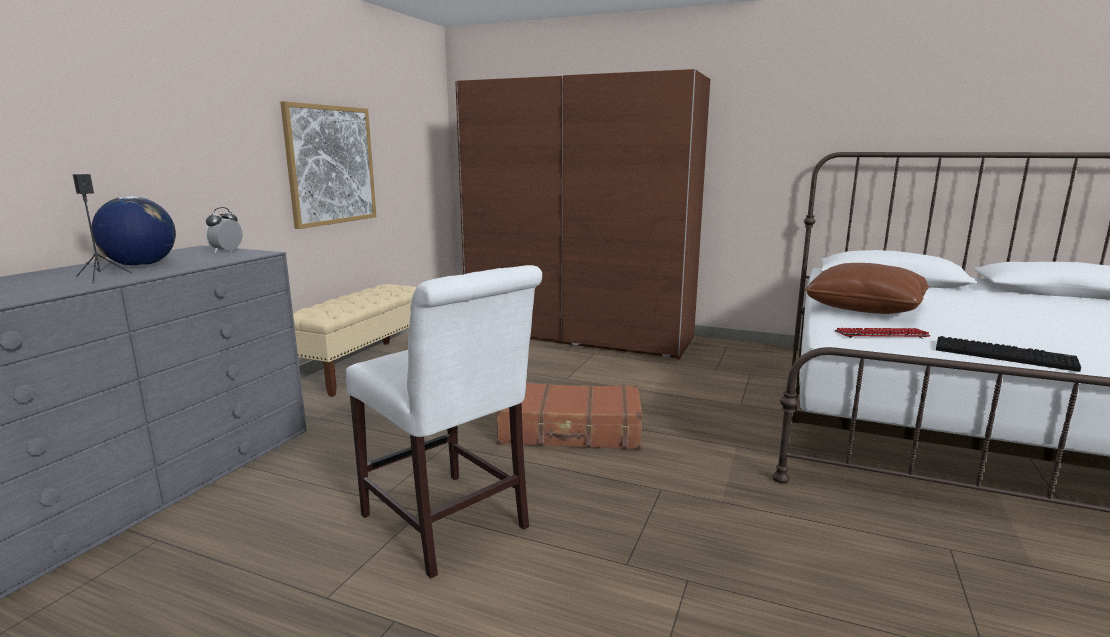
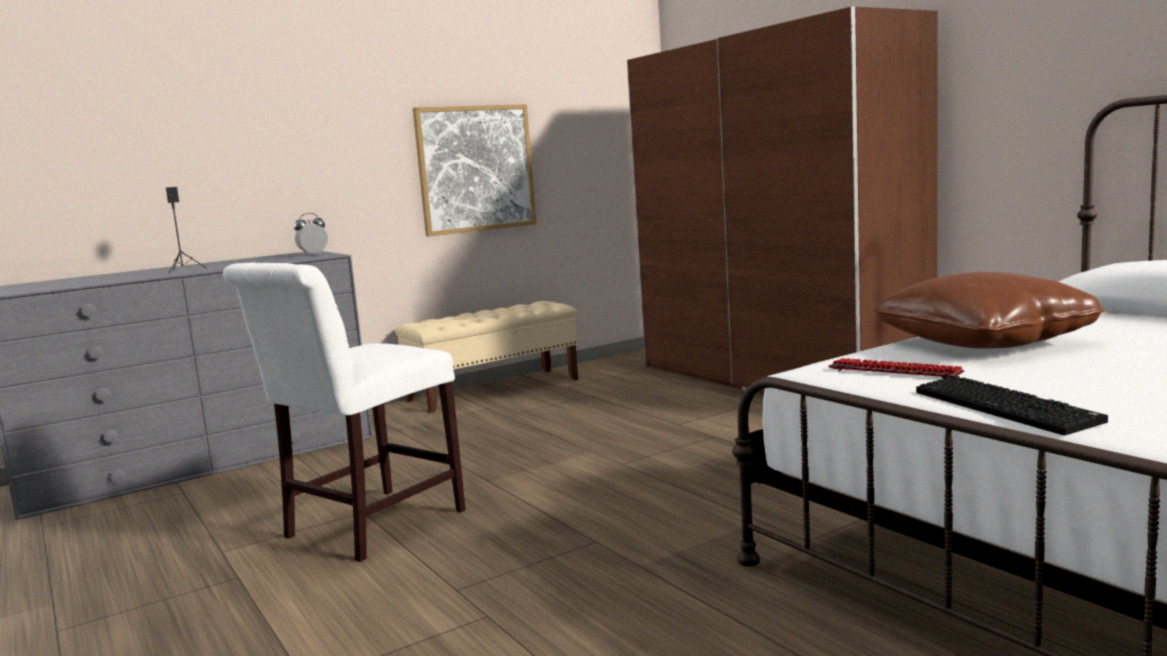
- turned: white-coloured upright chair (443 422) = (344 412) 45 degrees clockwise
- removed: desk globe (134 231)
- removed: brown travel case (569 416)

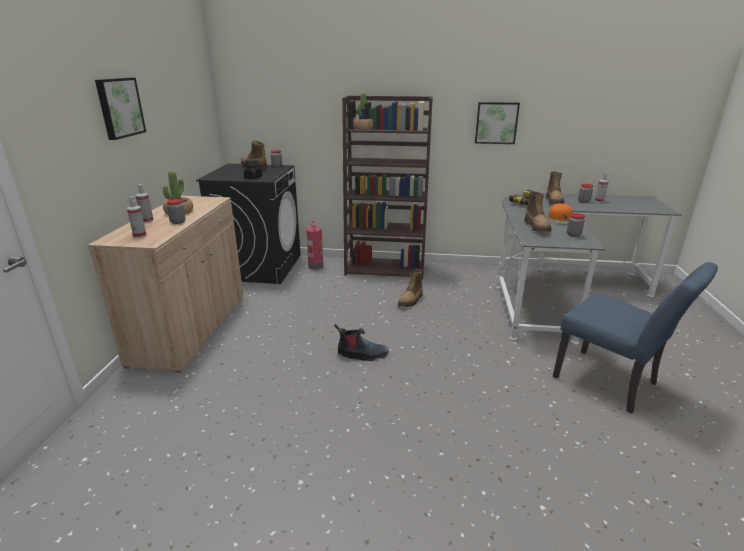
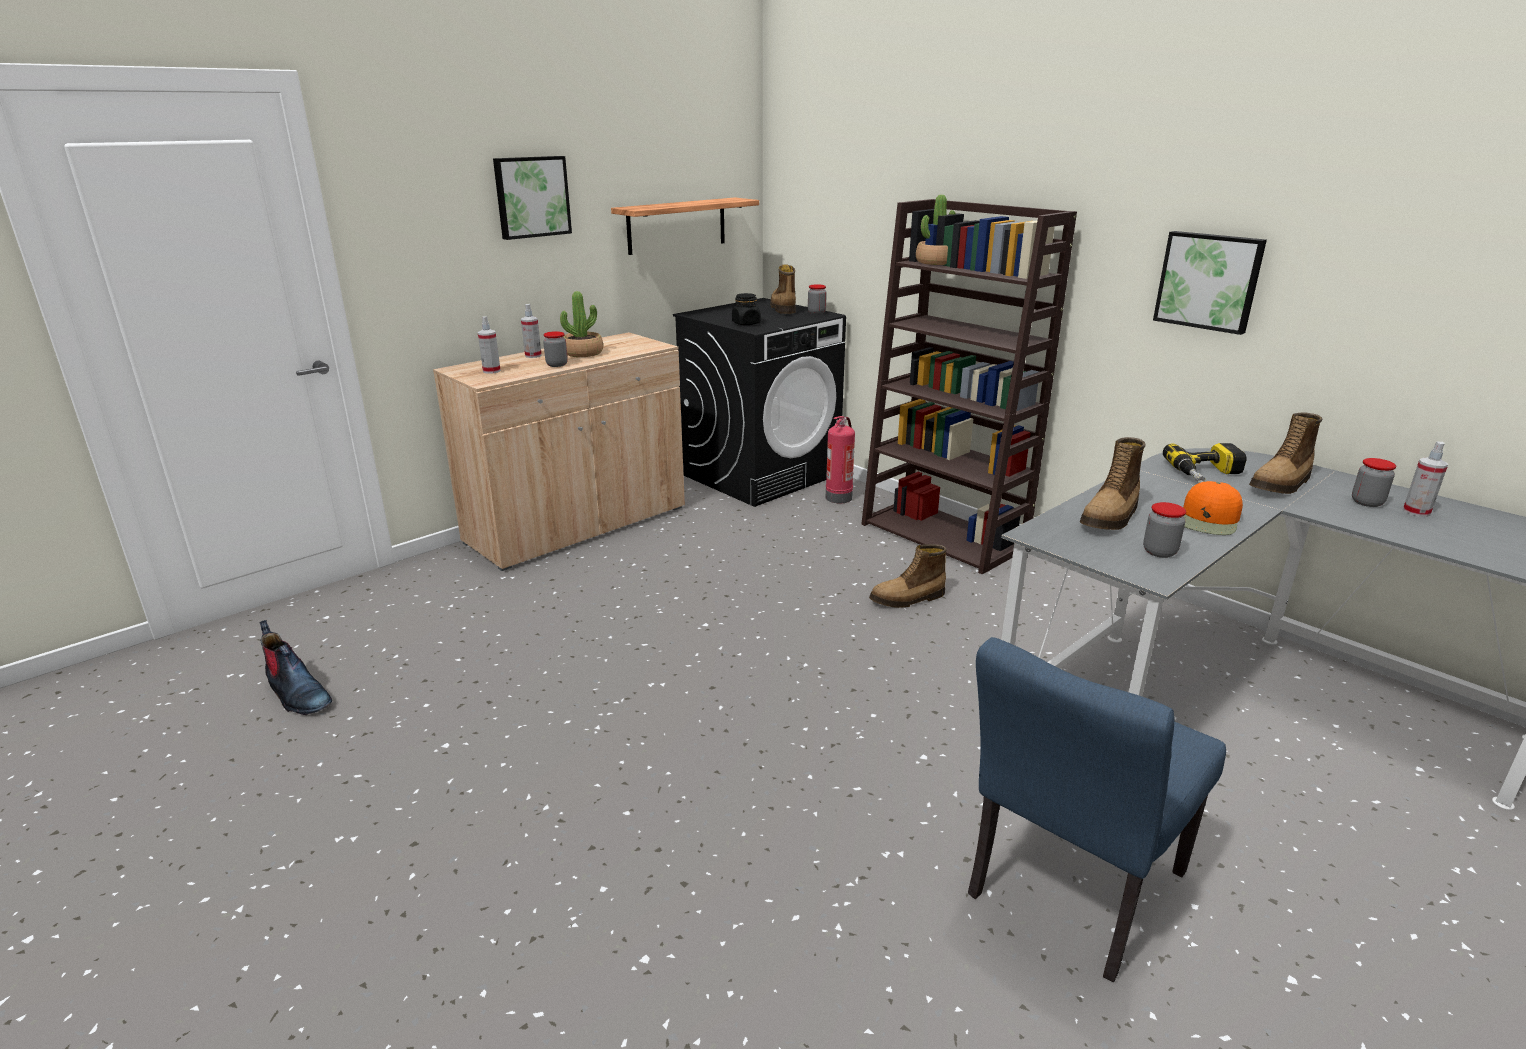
- moved: tall boot (361 342) to (296 667)
- added: wall shelf (685 226)
- turned: bluish upright chair (635 338) = (1097 809) 45 degrees clockwise

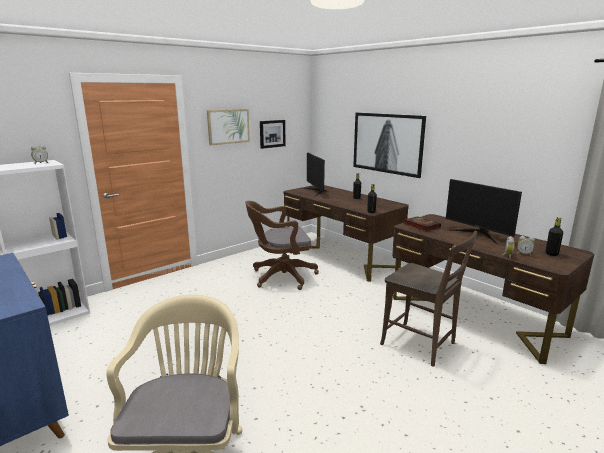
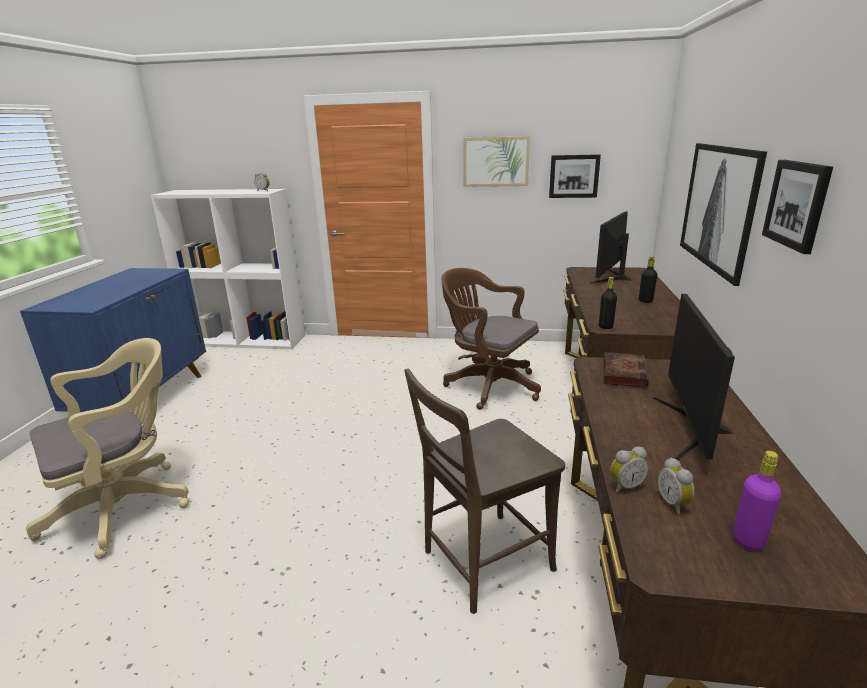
- turned: brown upright chair (428 299) = (484 491) 60 degrees clockwise
- recoloured: blackish drink bottle (554 236) to purple-coloured drink bottle (757 501)
- added: wall art (797 207)

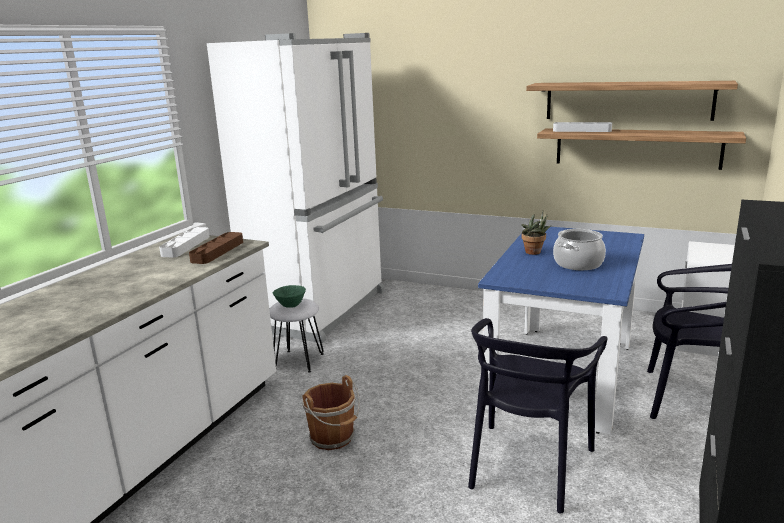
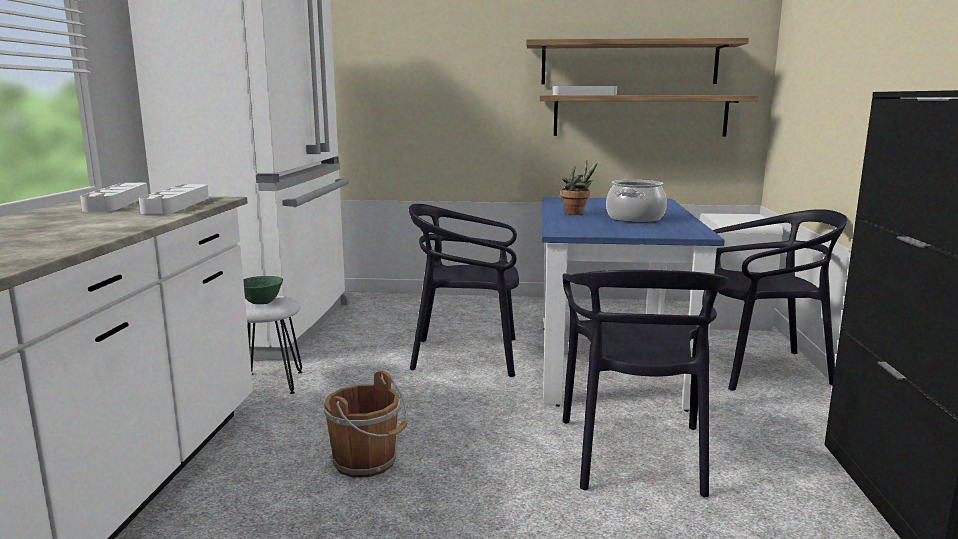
- recoloured: brown serving tray (216 248) to white-coloured serving tray (174 199)
- added: blackish upright chair (464 290)

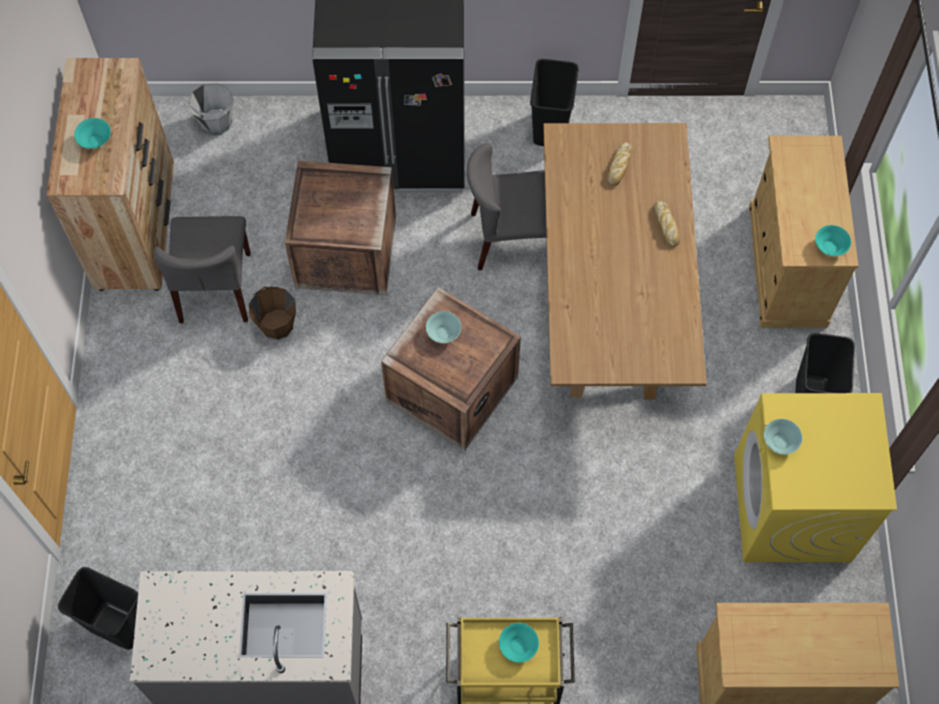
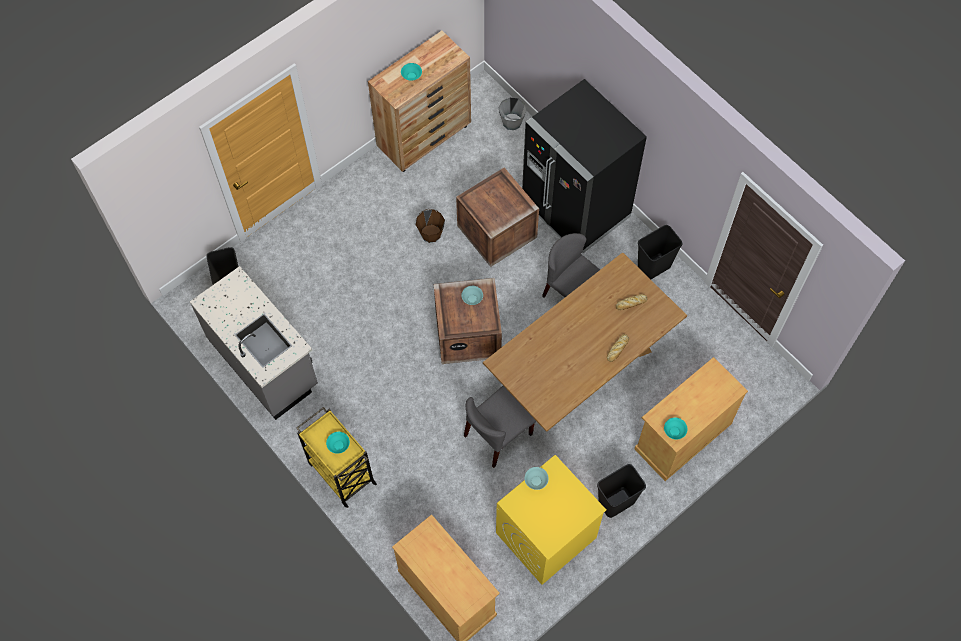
- moved: greyish upright chair (202 269) to (500 427)

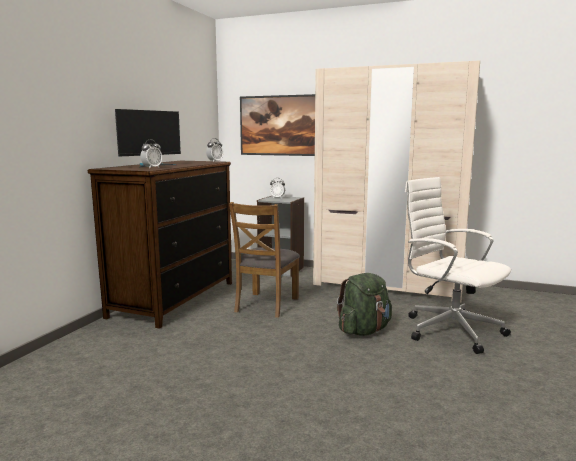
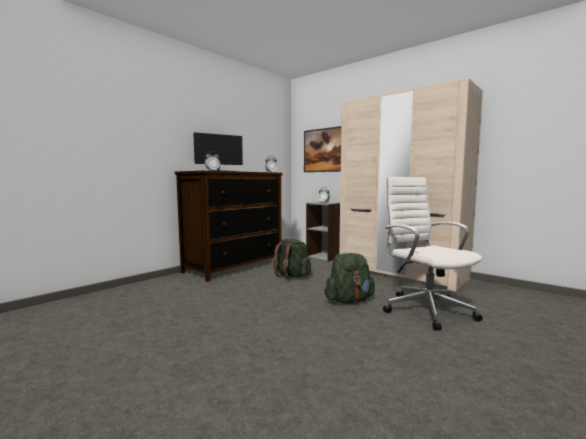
- replaced: brown upright chair (264 260) to green knapsack (292 258)

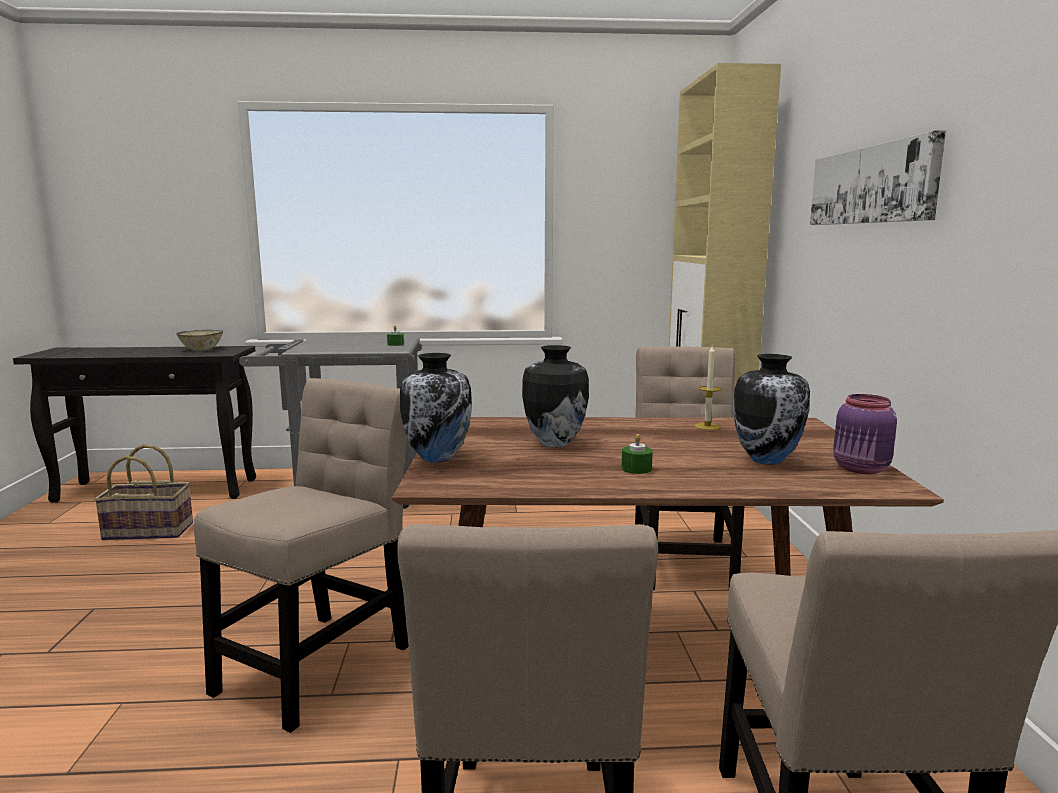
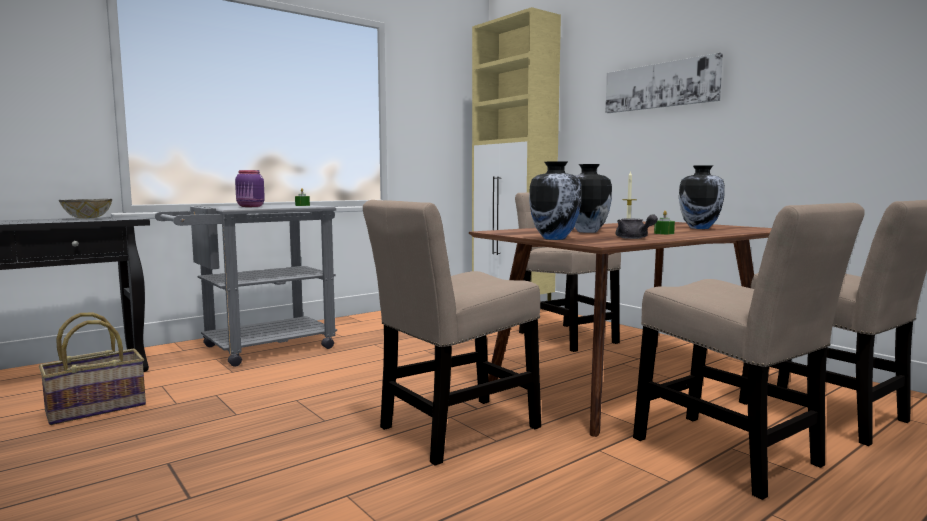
- moved: purple-coloured jar (865 434) to (250 188)
- turned: beige upright chair (301 555) = (452 333) 120 degrees counterclockwise
- added: greyish pot for tea (637 226)

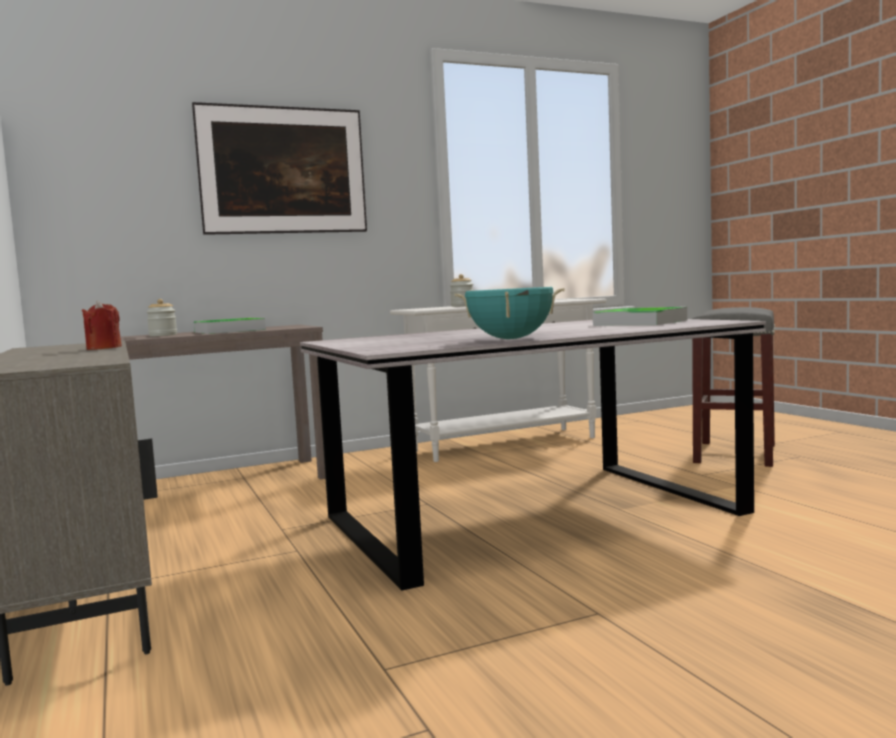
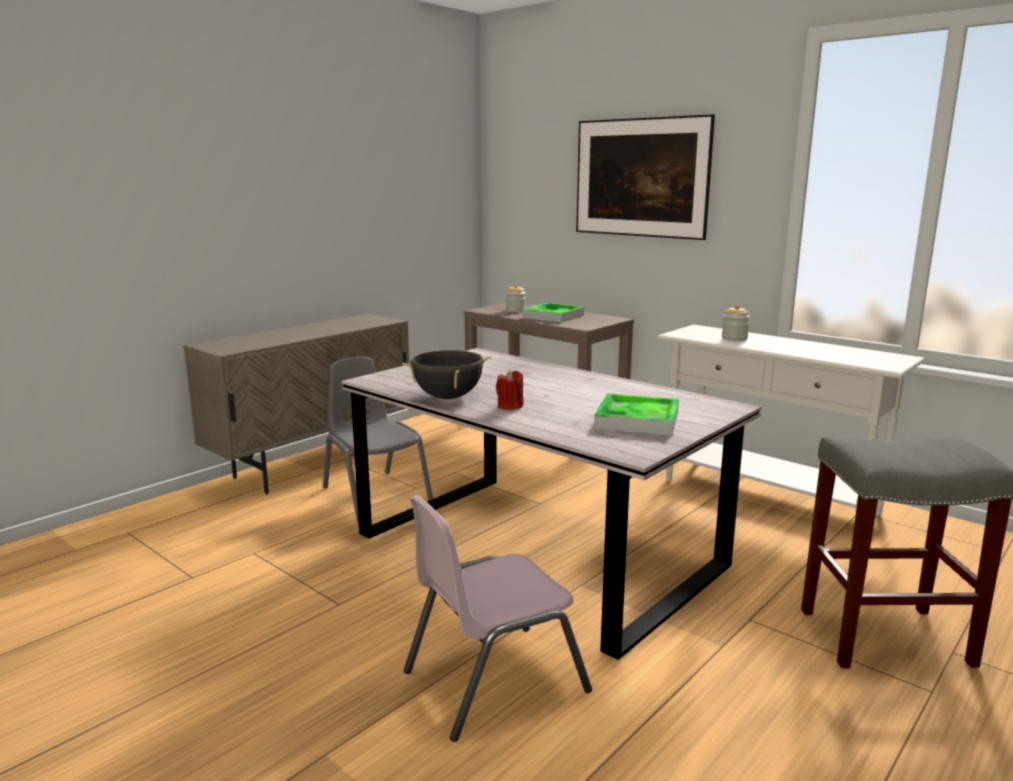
- added: greyish upright chair (378 439)
- recoloured: turquoise-coloured cooking pot (510 313) to blackish cooking pot (446 374)
- added: pink-coloured upright chair (498 618)
- moved: reddish wax candle (102 325) to (510 390)

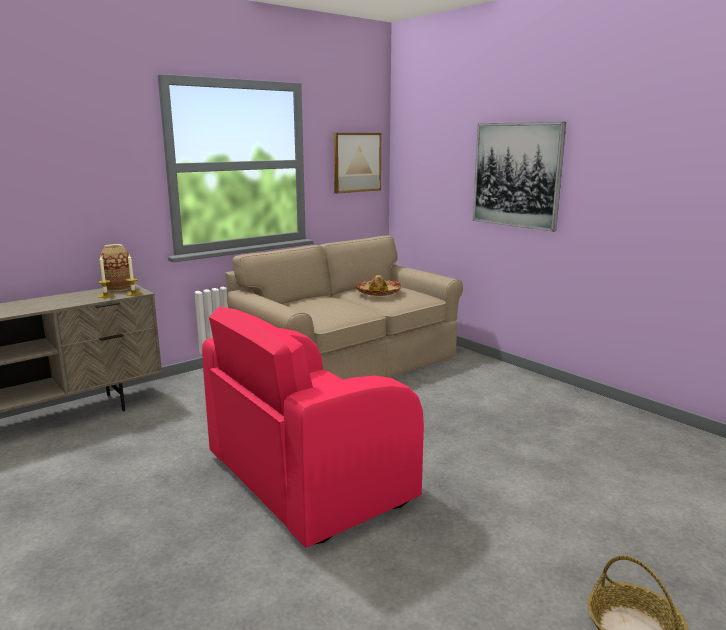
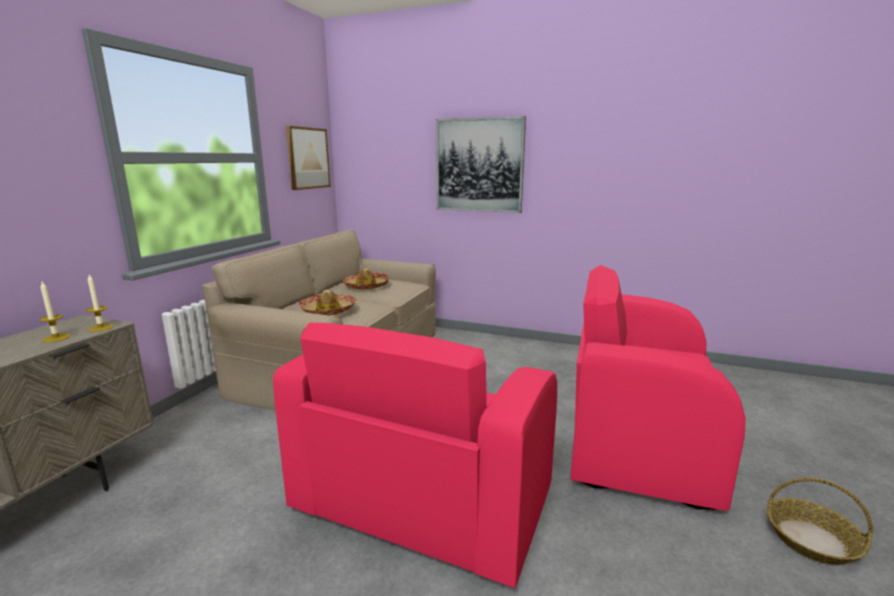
- added: hat (327 303)
- added: pink-coloured lounge chair (658 388)
- removed: vase (115 267)

